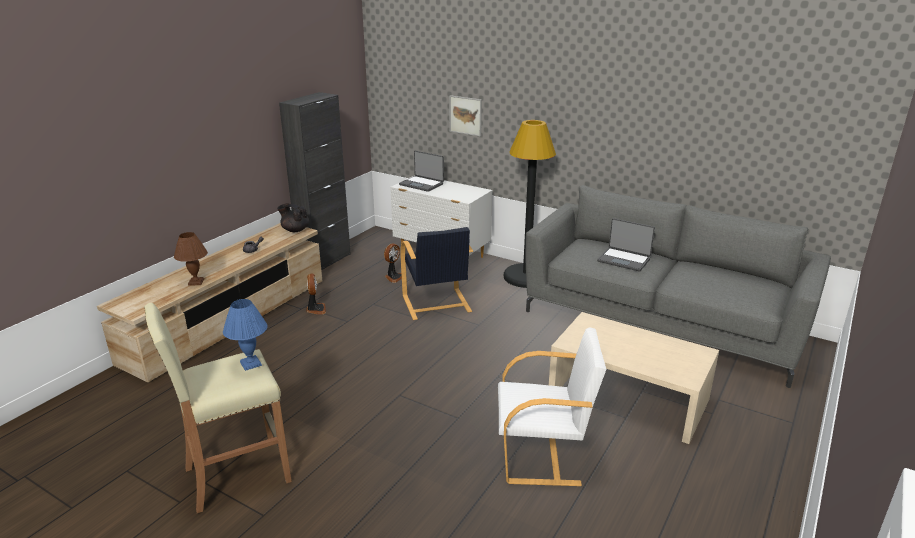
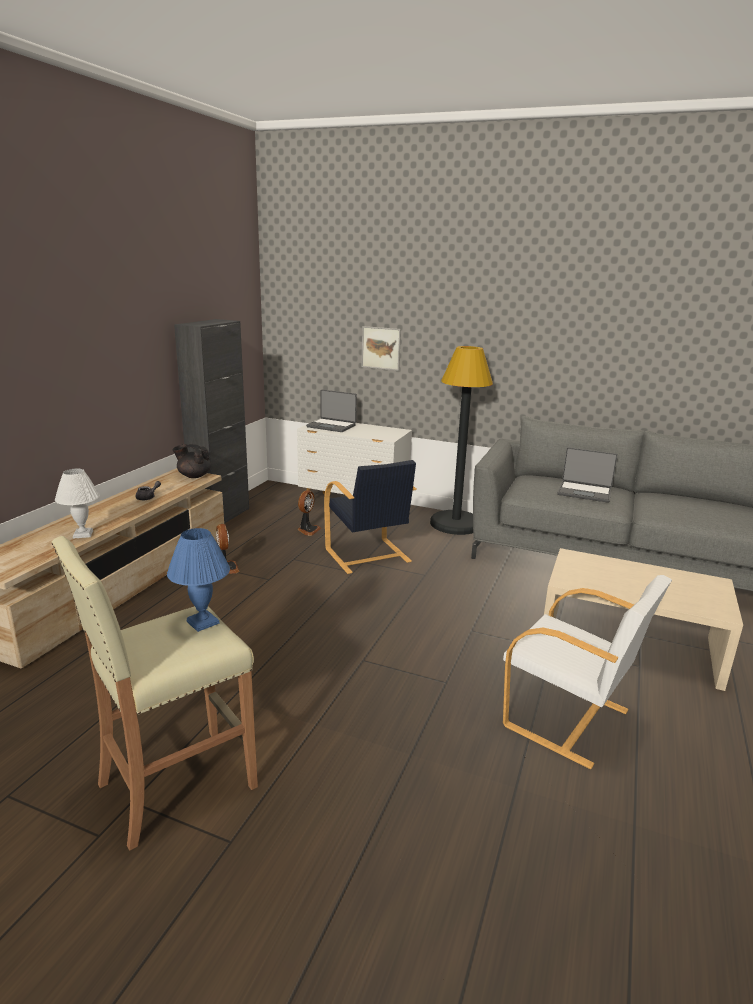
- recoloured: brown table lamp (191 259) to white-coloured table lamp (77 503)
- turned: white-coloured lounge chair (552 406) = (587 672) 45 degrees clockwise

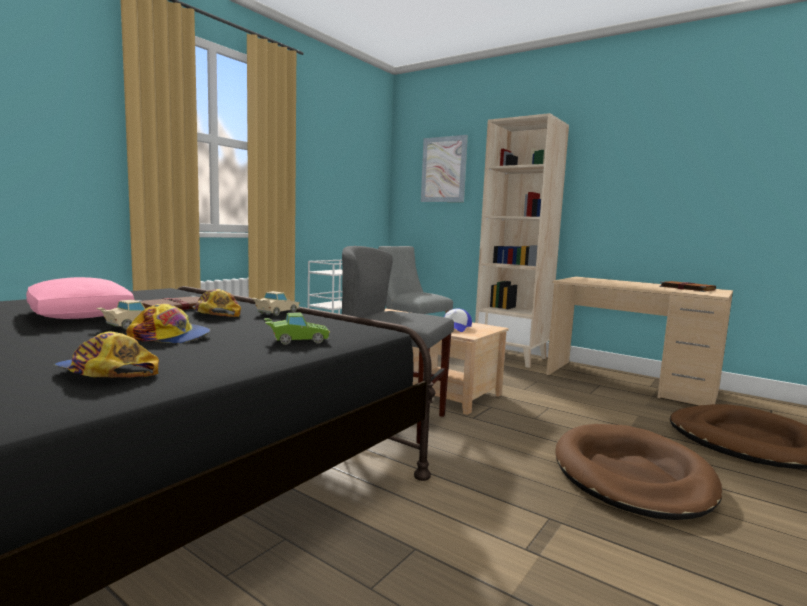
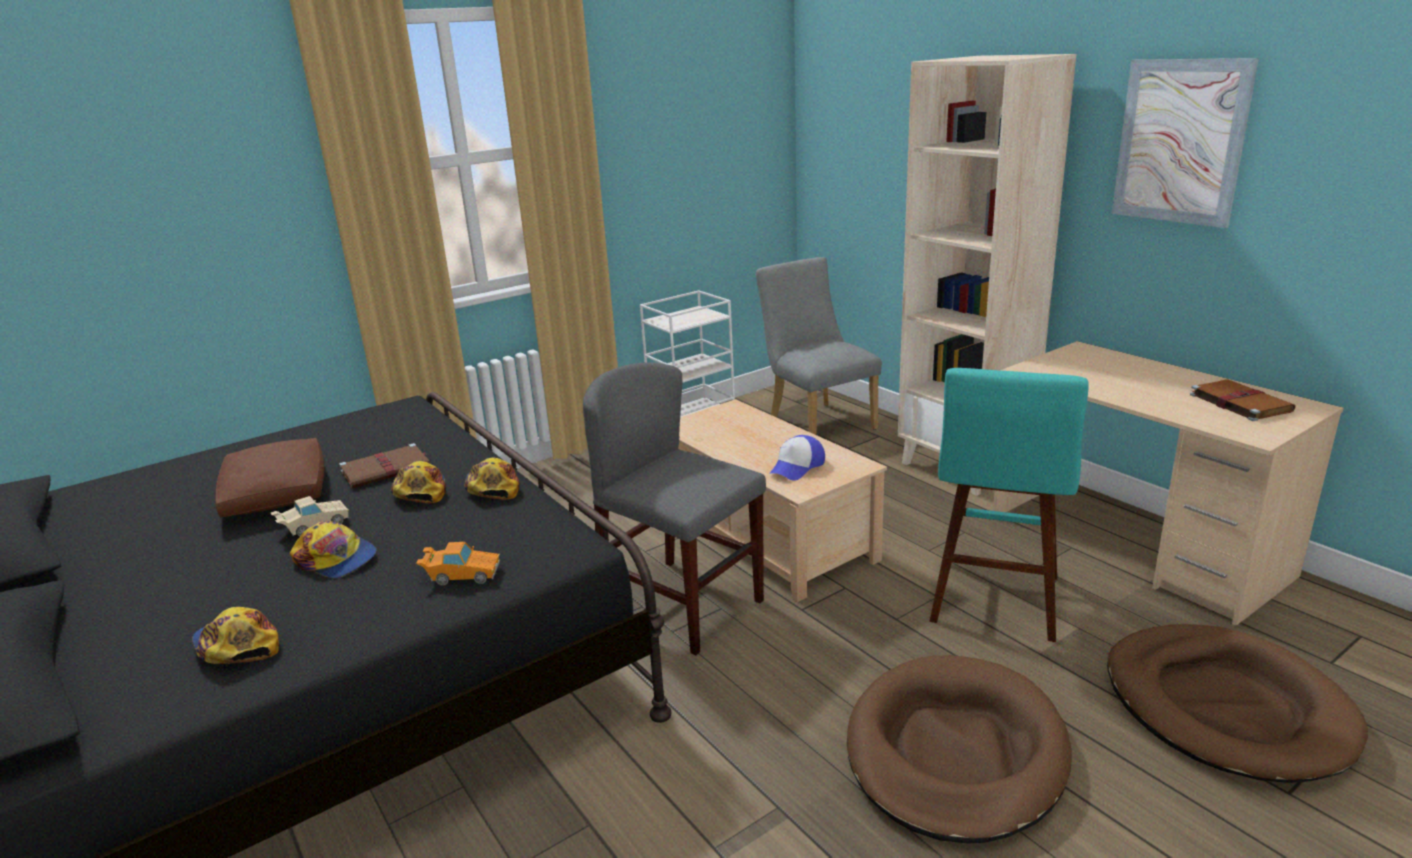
- recoloured: pink-coloured throw pillow (80 298) to brown throw pillow (270 477)
- recoloured: green miniature car (297 329) to orange-coloured miniature car (458 564)
- replaced: beige miniature car (275 303) to baseball cap (491 478)
- added: turquoise-coloured stool seat (1009 505)
- moved: wall art (444 168) to (1185 143)

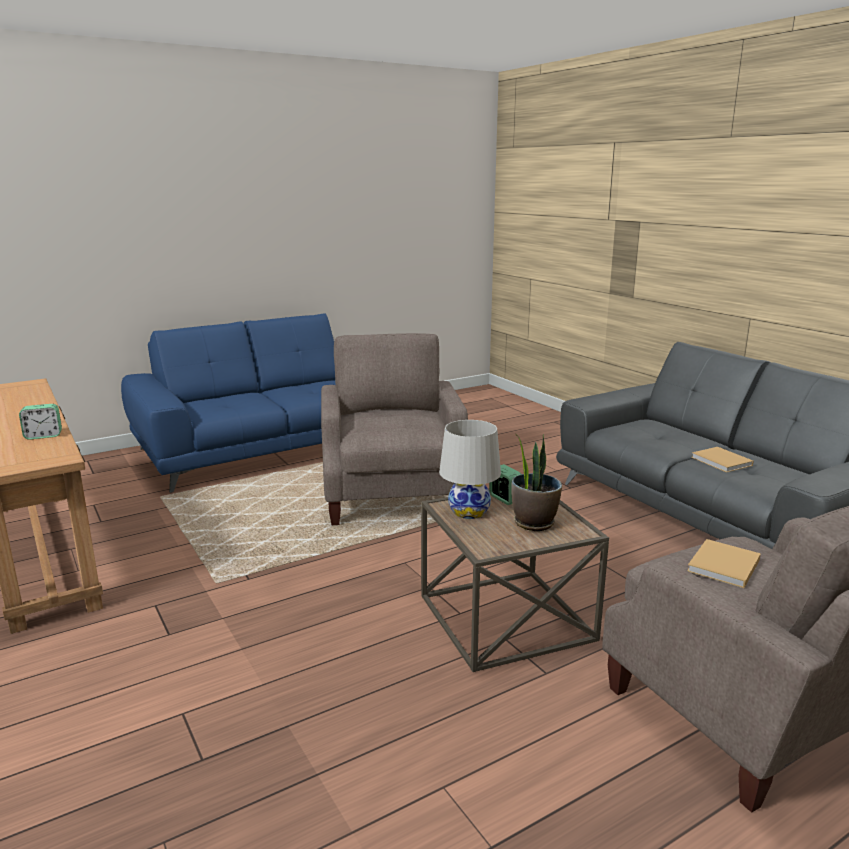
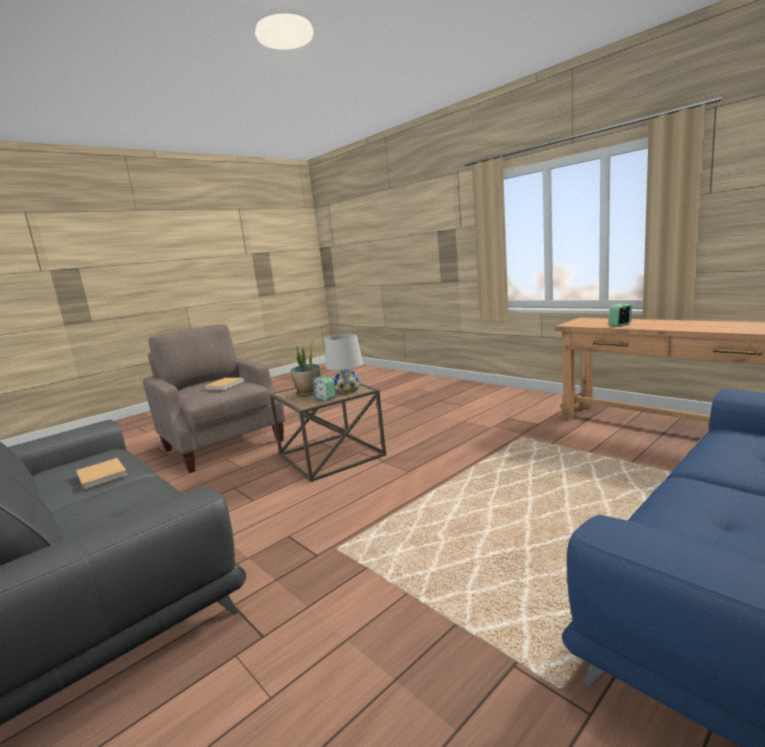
- removed: beige lounge chair (394 429)

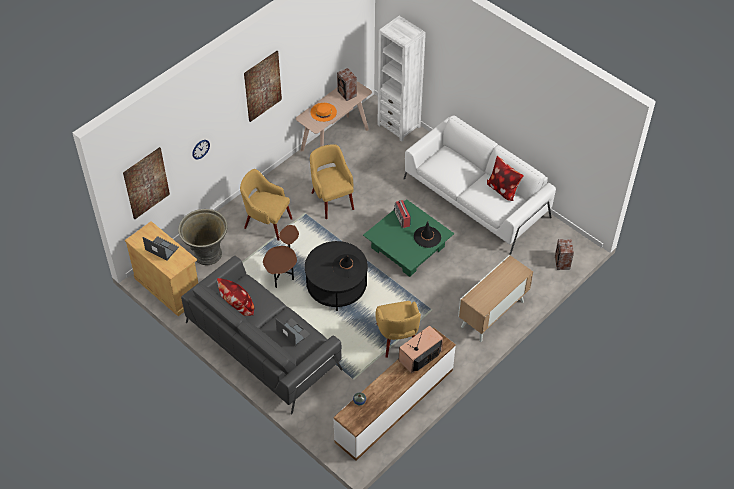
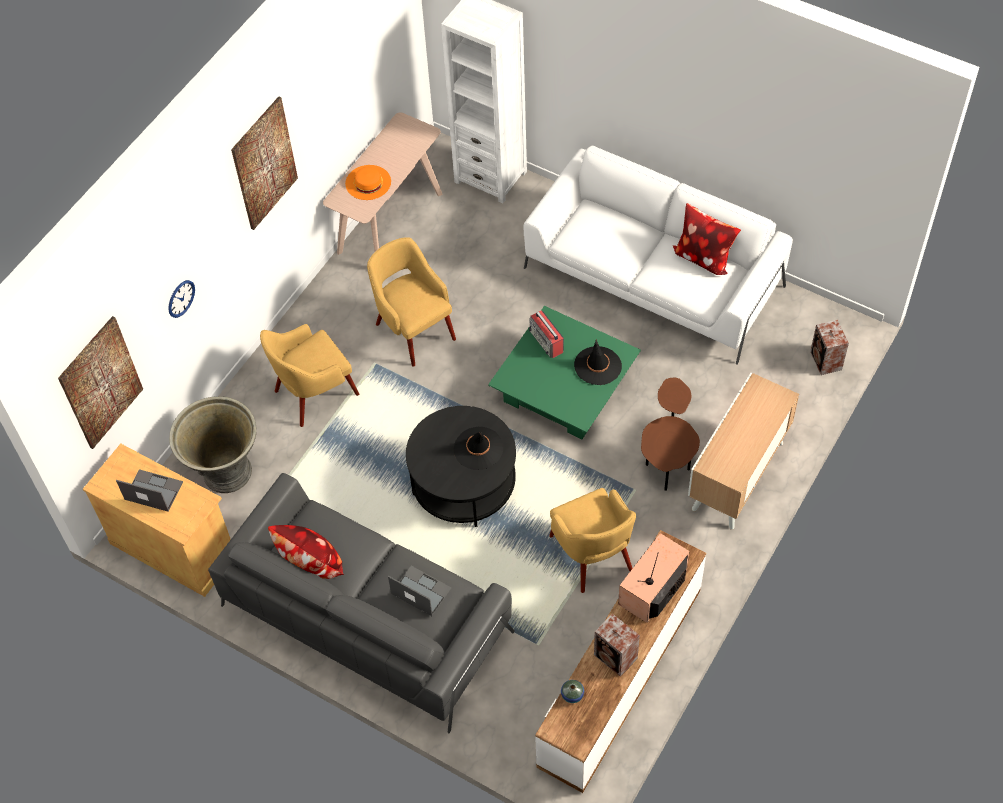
- turned: yellow-coloured lounge chair (266 205) = (309 375) 45 degrees counterclockwise
- moved: audio speaker (347 84) to (617 645)
- moved: brown accent table (281 256) to (670 434)

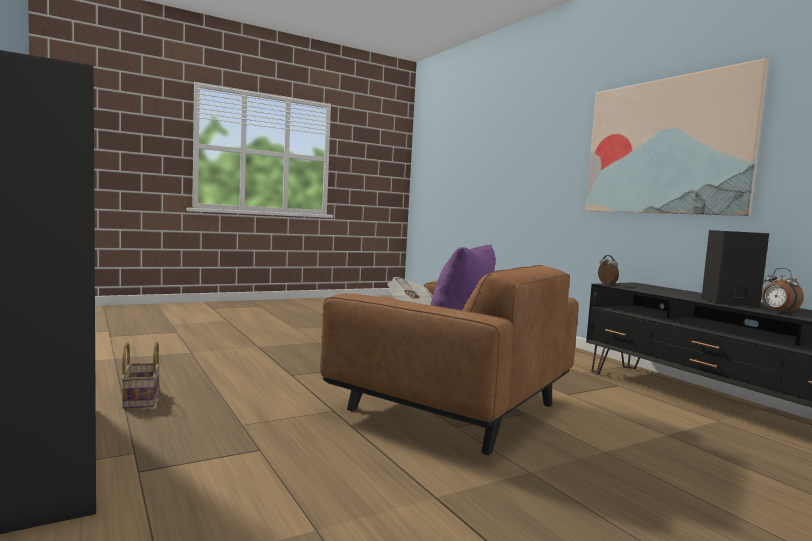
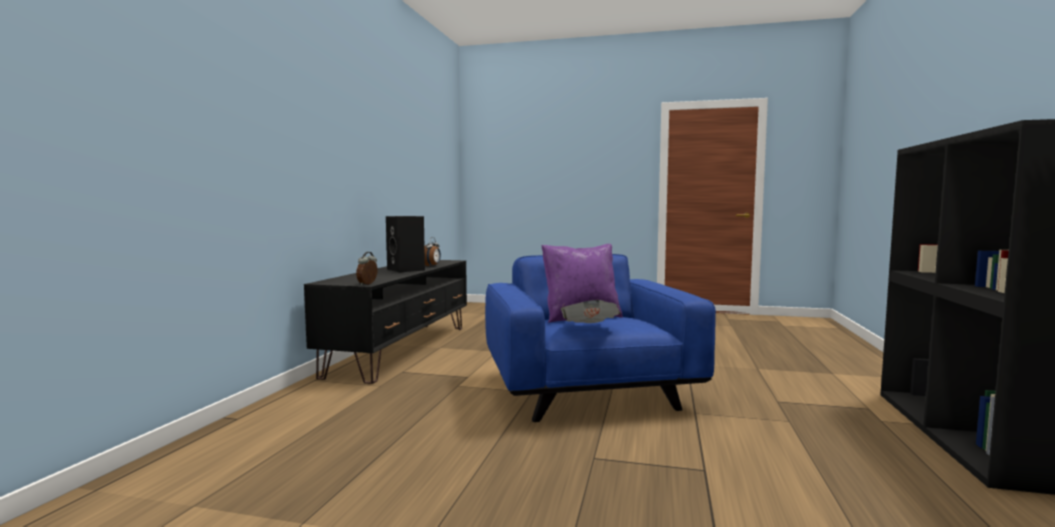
- recoloured: brown lounge chair (449 360) to bluish lounge chair (600 338)
- removed: basket (140 375)
- removed: wall art (677 137)

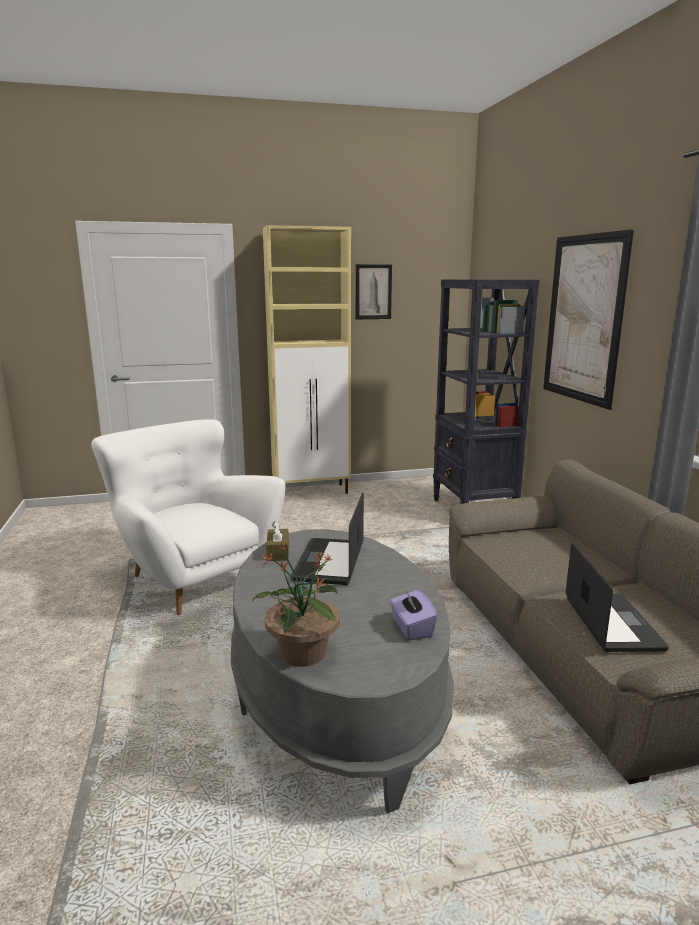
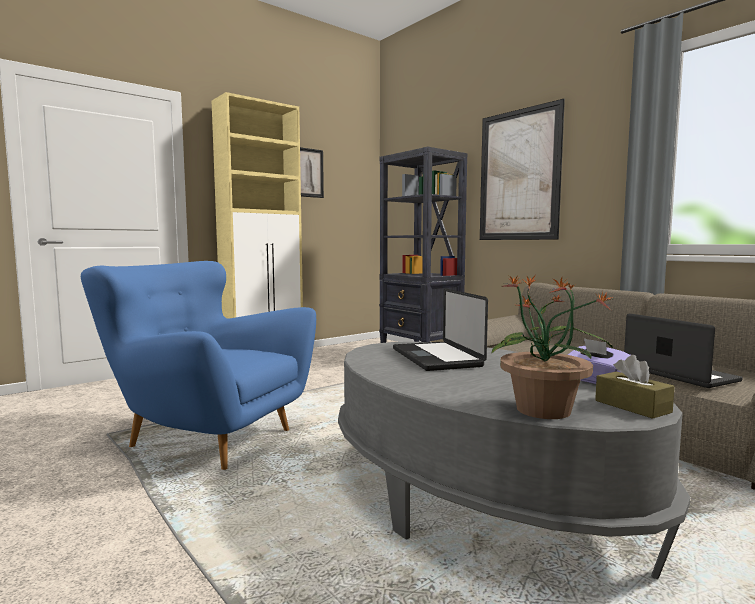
- recoloured: white-coloured lounge chair (188 517) to bluish lounge chair (198 365)
- moved: brown tissue holder (277 541) to (635 387)

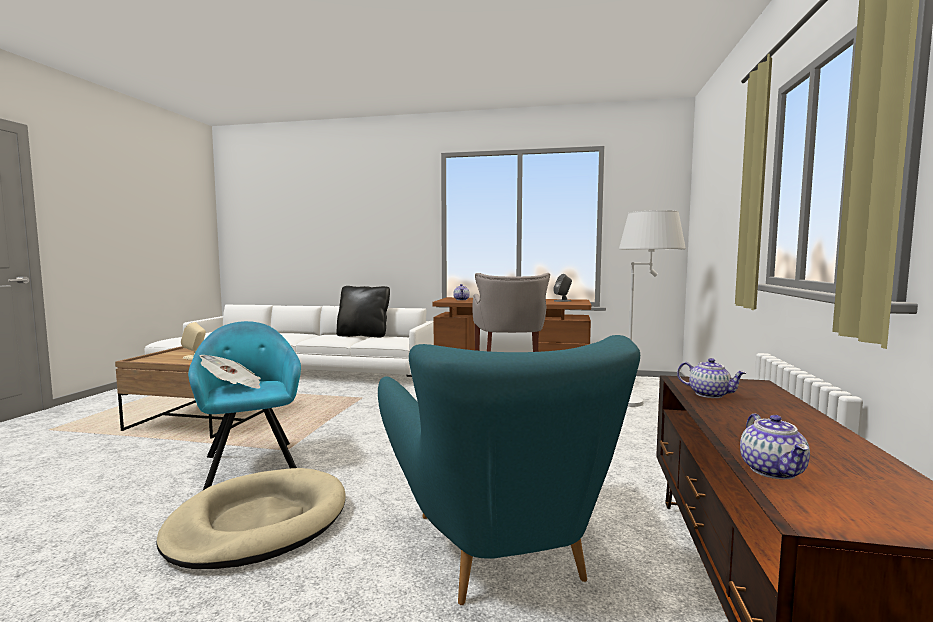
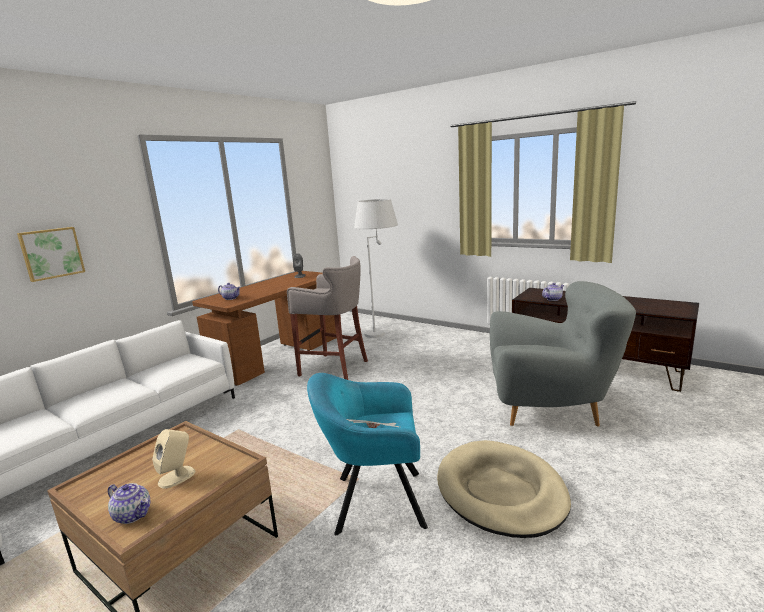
- added: wall art (51 254)
- moved: pot for tea (775 446) to (129 503)
- recoloured: turquoise-coloured lounge chair (509 470) to greyish lounge chair (563 354)
- removed: blackish throw pillow (363 312)

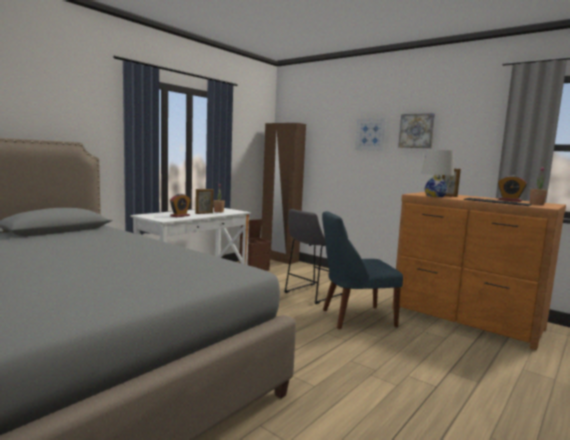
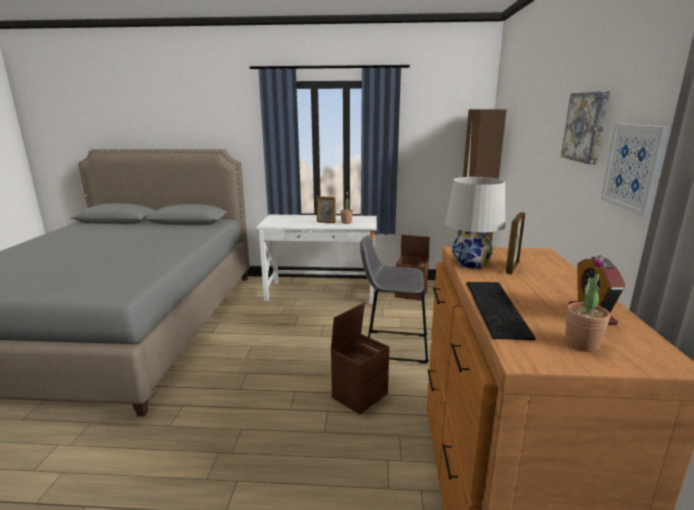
- replaced: bluish upright chair (362 270) to brown storage container (360 358)
- moved: wall art (371 134) to (636 170)
- removed: table clock (180 205)

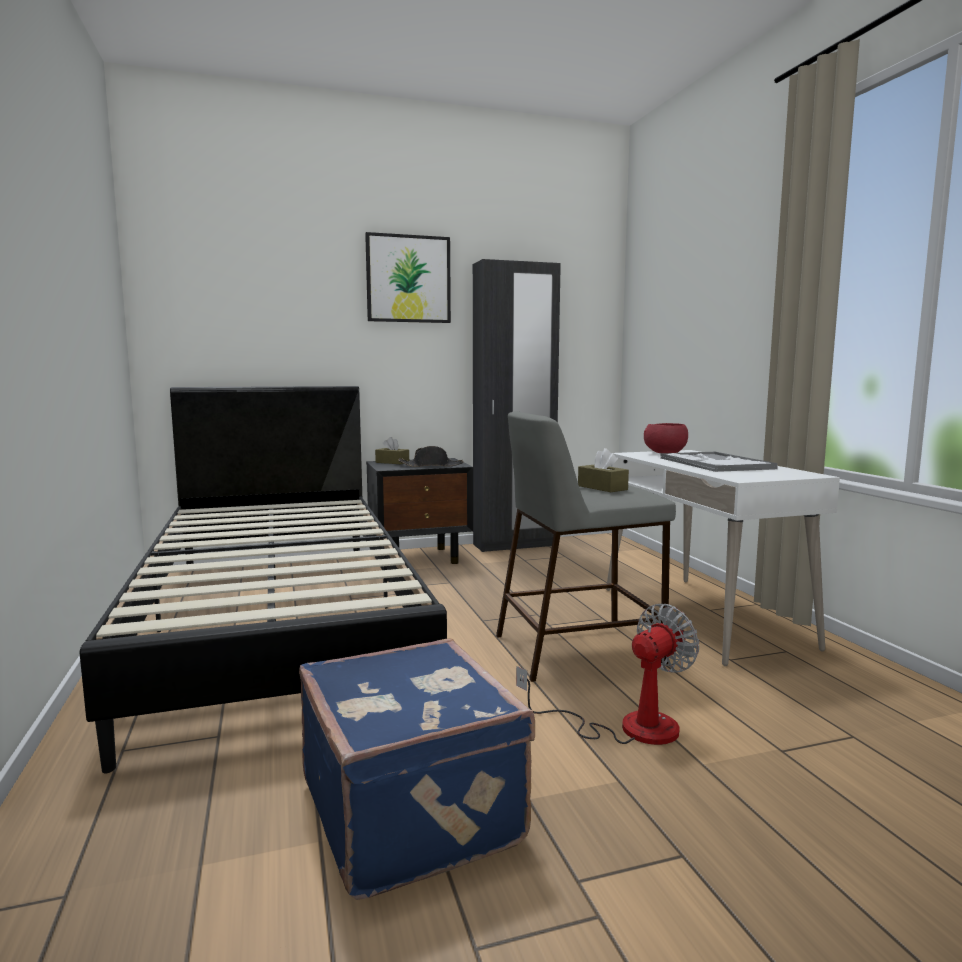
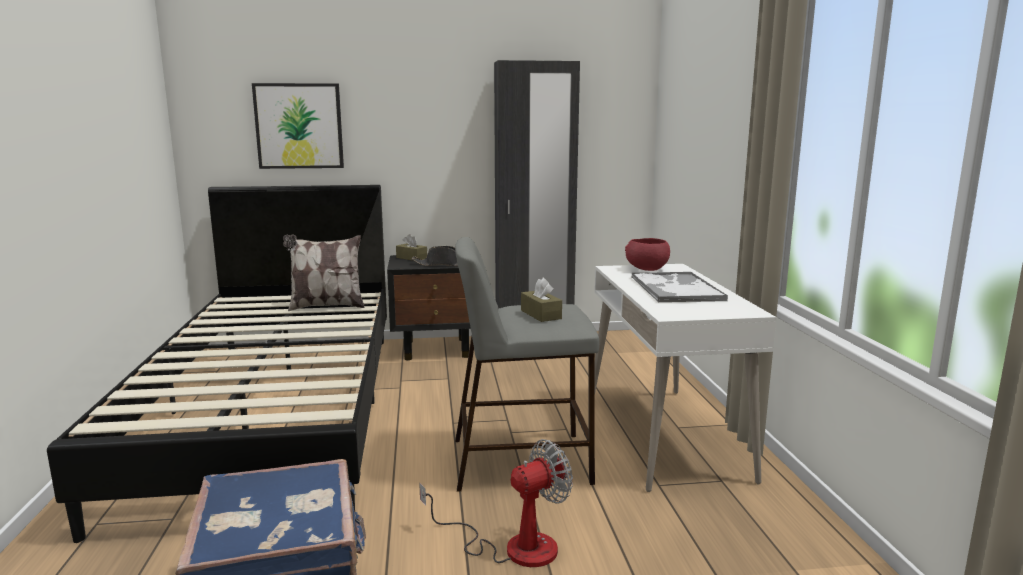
- moved: wall art (408 277) to (298 126)
- added: throw pillow (324 272)

